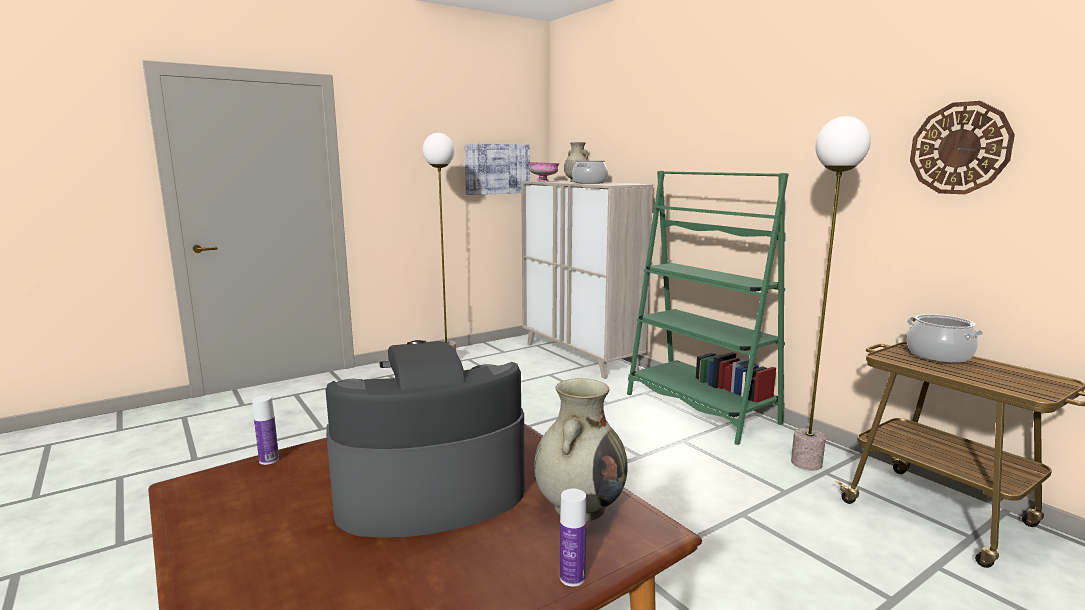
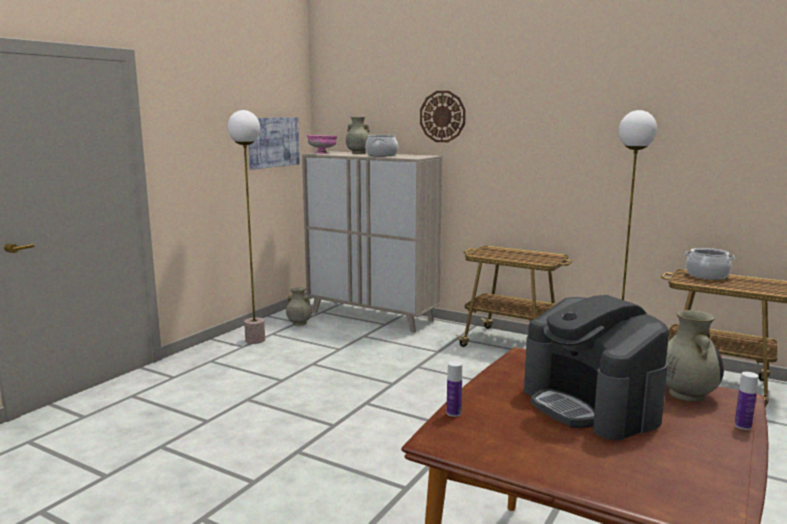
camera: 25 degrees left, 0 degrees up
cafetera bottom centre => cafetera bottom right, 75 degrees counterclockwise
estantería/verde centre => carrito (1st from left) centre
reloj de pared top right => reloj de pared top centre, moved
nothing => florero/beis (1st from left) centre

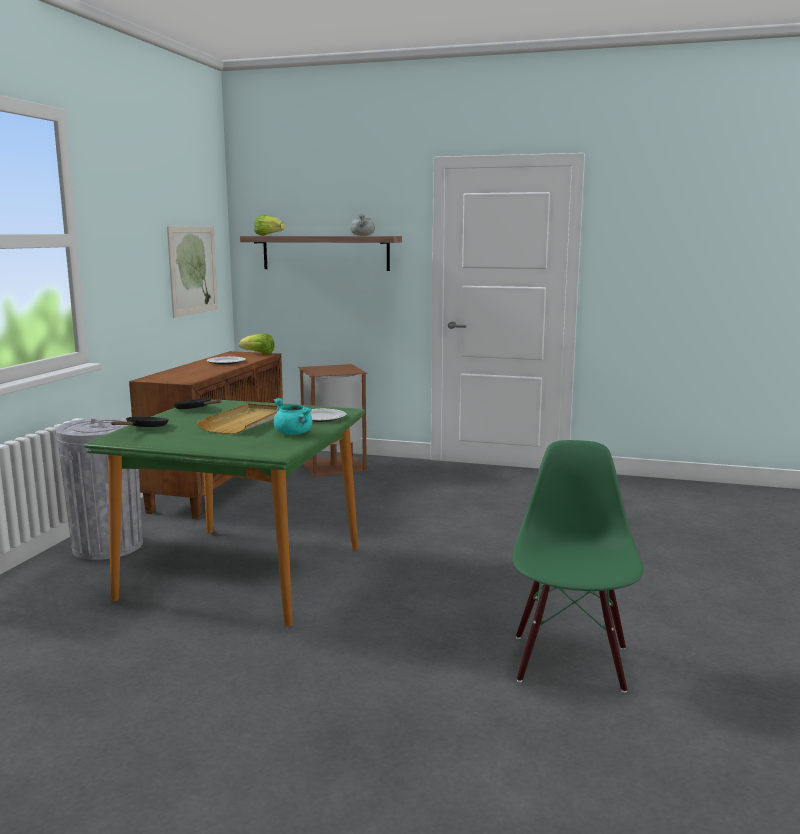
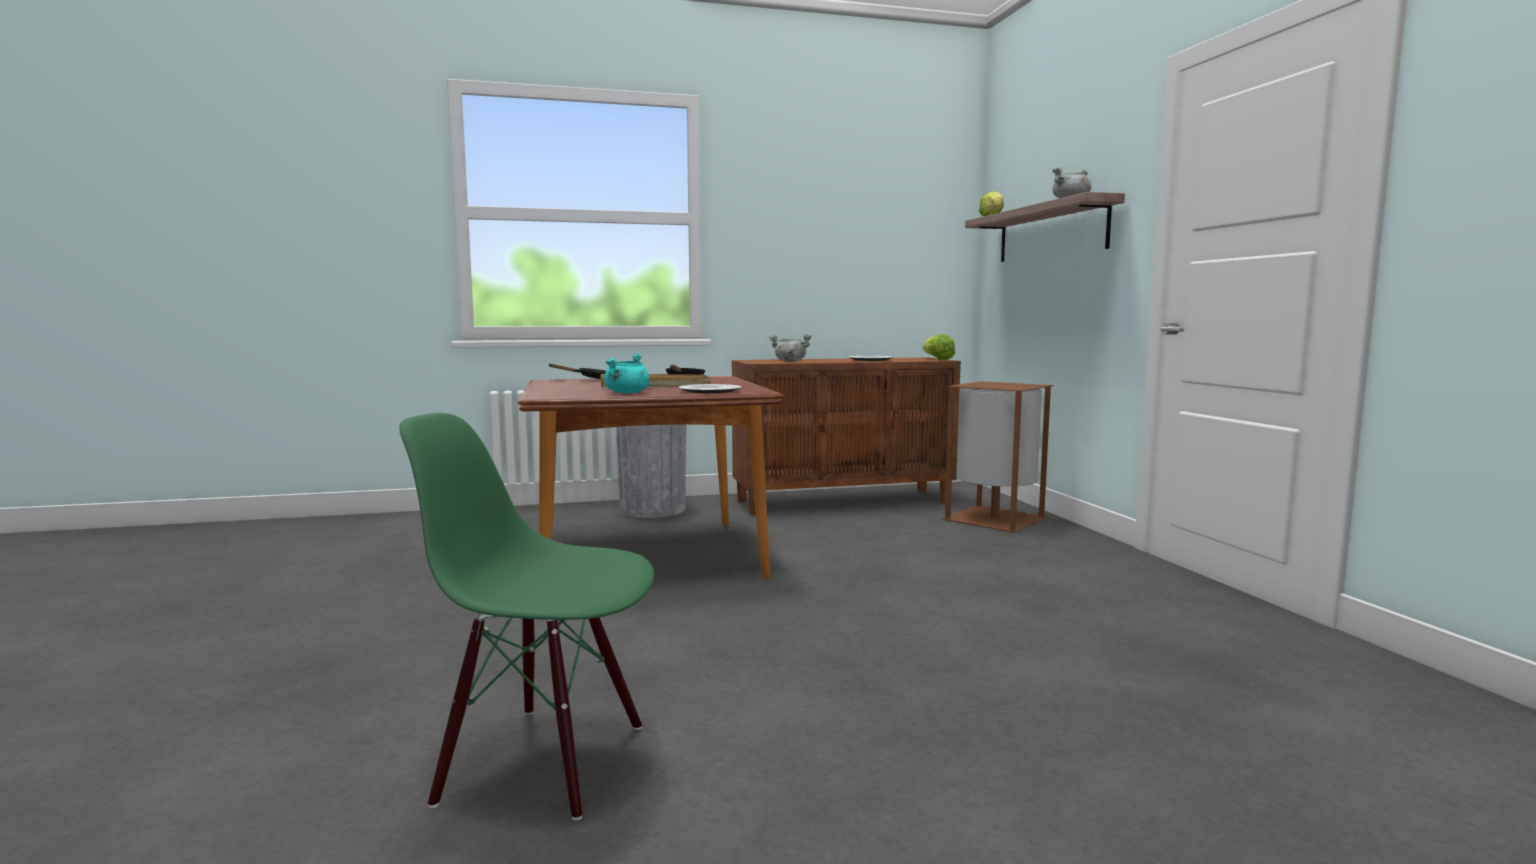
camera: 60 degrees right, 5 degrees down
mesa de comedor/verde middle left => mesa de comedor/marrón centre
cuadro top left => nothing
silla/verde bottom right => silla/verde bottom centre, 150 degrees counterclockwise
nothing => olla/gris (1st from left) centre

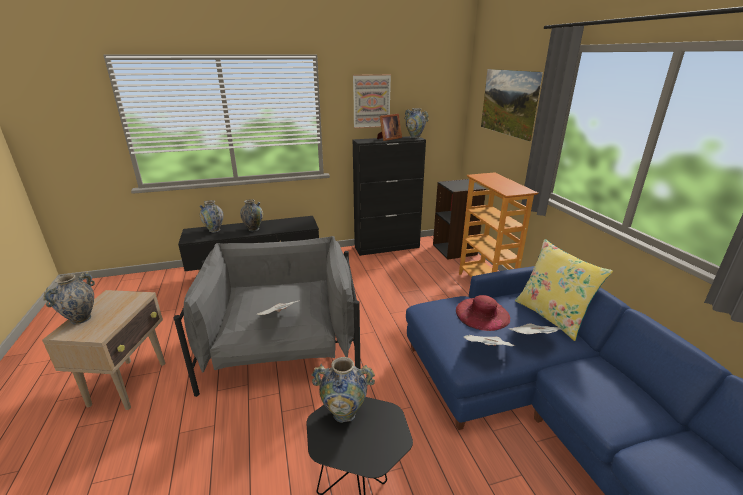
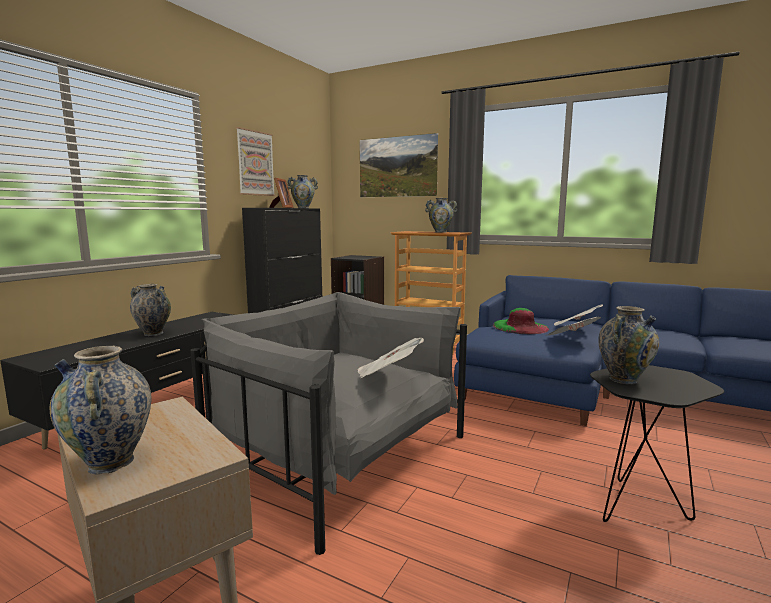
camera: 45 degrees left, 15 degrees down
florero (2nd from left in the first image) middle left => florero (4th from left) centre, moved
sombrero/rojo centre => sombrero/verde middle right
cojín/amarillo middle right => nothing

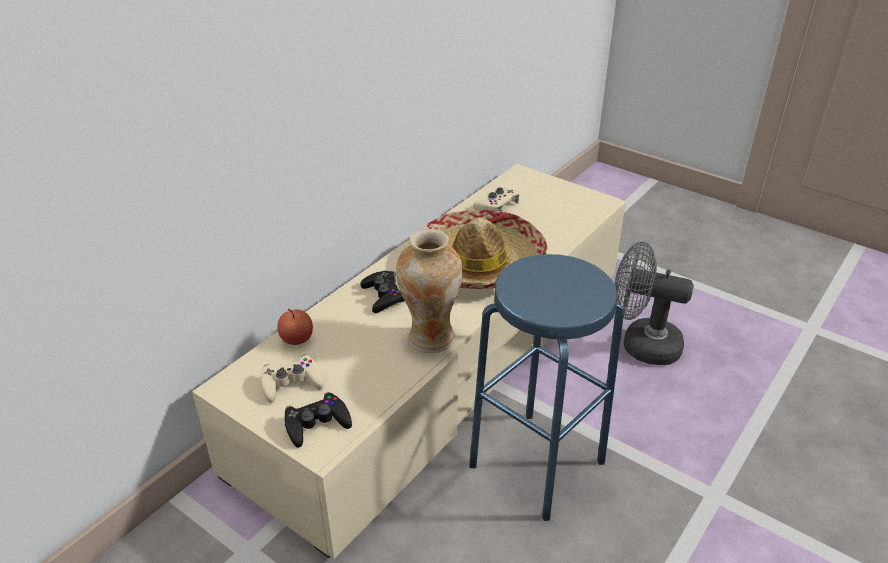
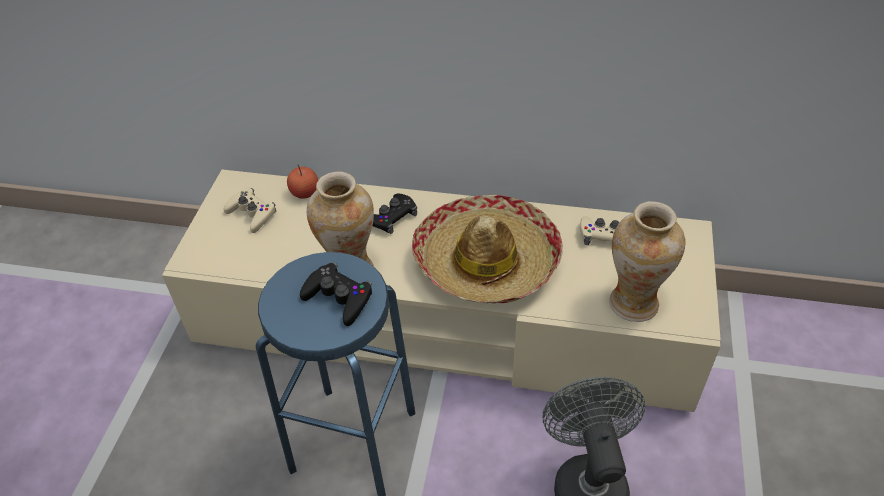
camera: 65 degrees right, 10 degrees up
mando de consola/negro (1st from left) bottom centre => mando de consola/negro (1st from left) centre, moved
nothing => florero (2nd from left) middle right

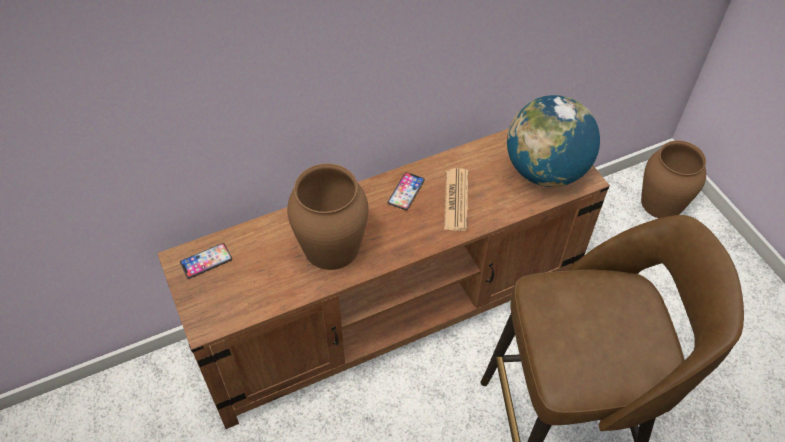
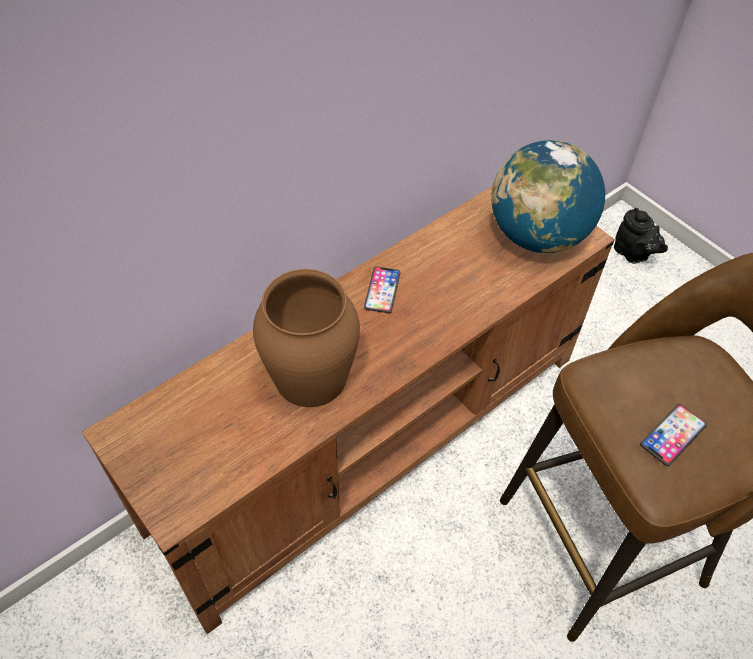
camera: 15 degrees left, 0 degrees up
móvil (1st from left in the first image) middle left => móvil (2nd from left) middle right, moved
periódico centre => nothing
florero/marrón (2nd from left) middle right => tetera/negro middle right

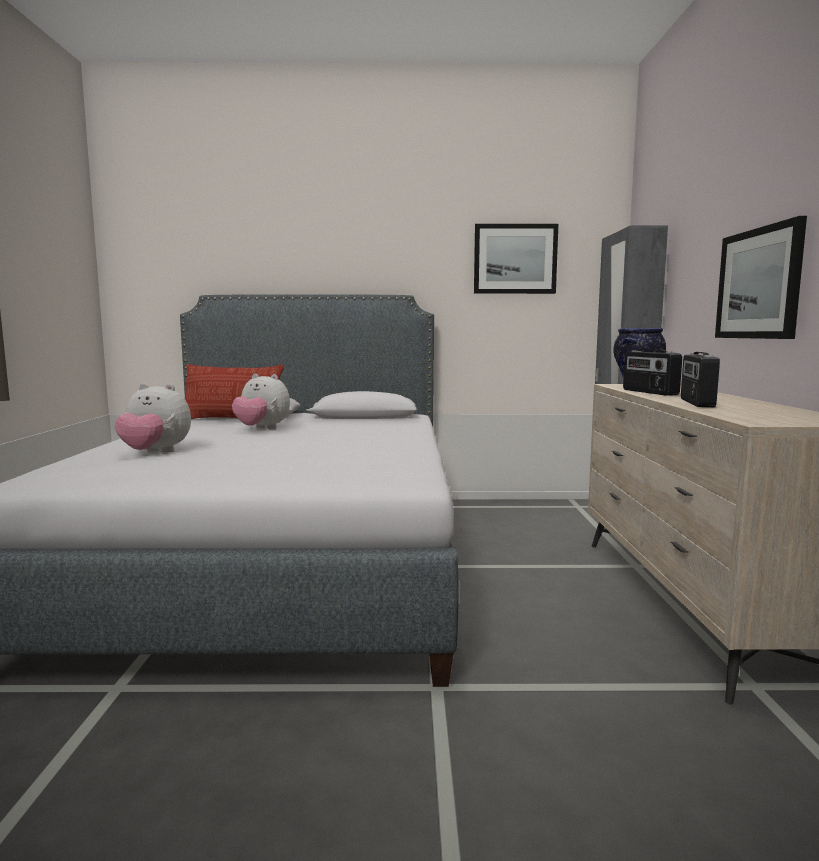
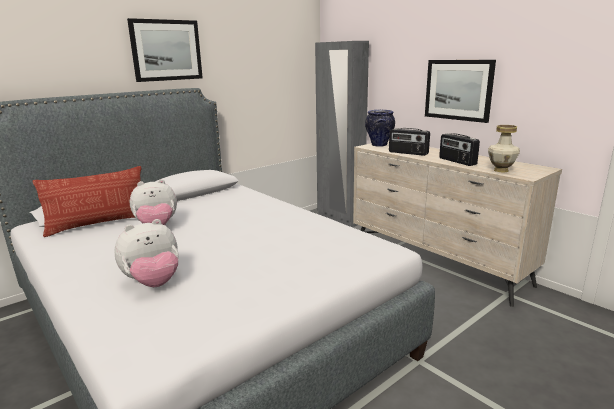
camera: 40 degrees left, 10 degrees up
cuadro (1st from left) top centre => cuadro (1st from left) top left, moved
nothing => florero (2nd from left) middle right

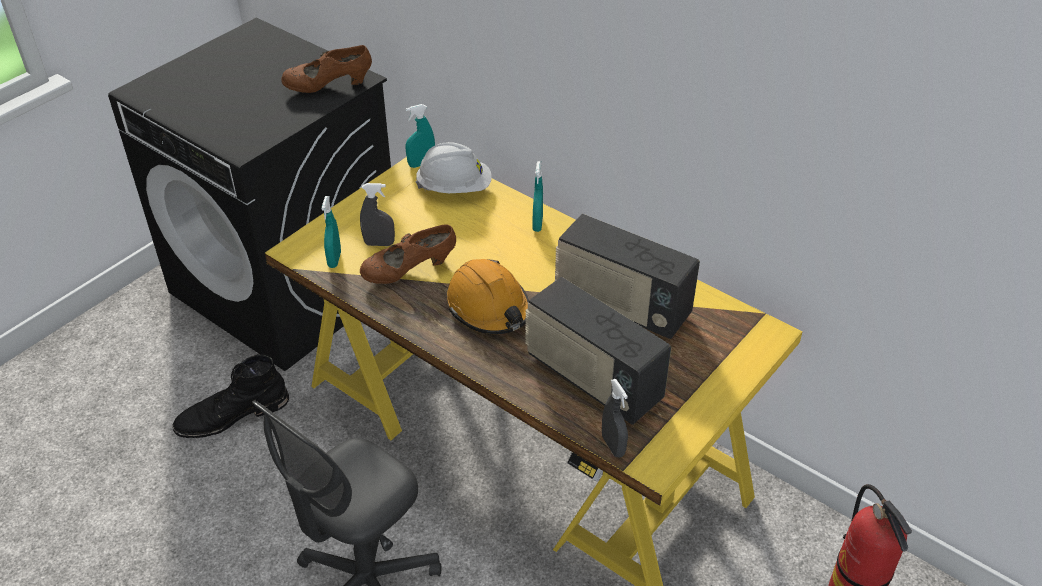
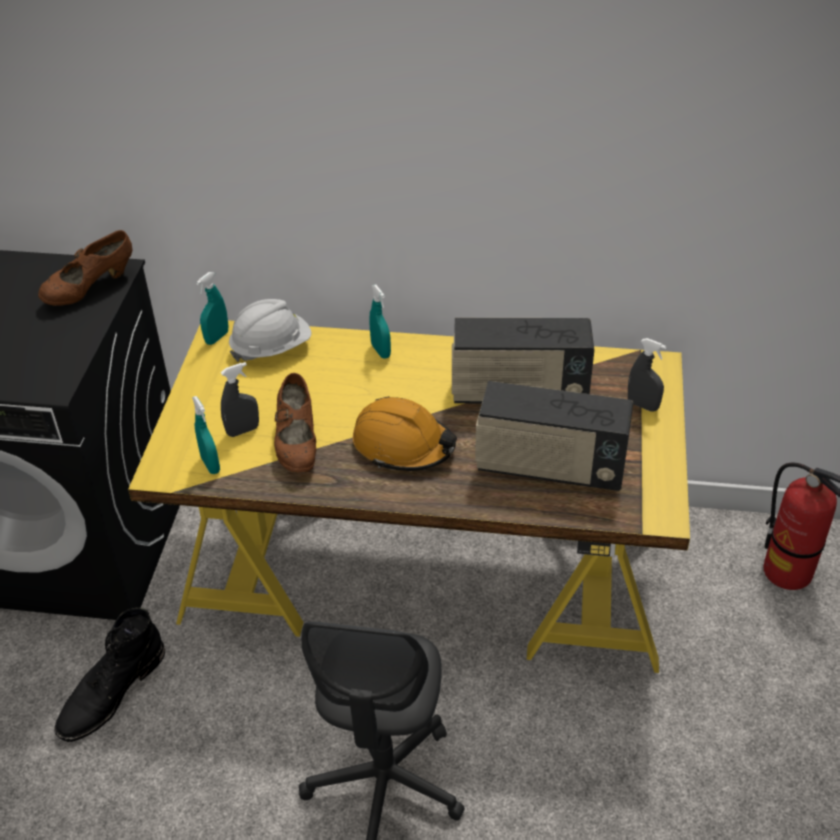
camera: 30 degrees left, 0 degrees up
zapato/marrón (2nd from left) centre, 45 degrees counterclockwise
pulverizador/gris (2nd from left) bottom centre => pulverizador/gris (2nd from left) middle right, moved

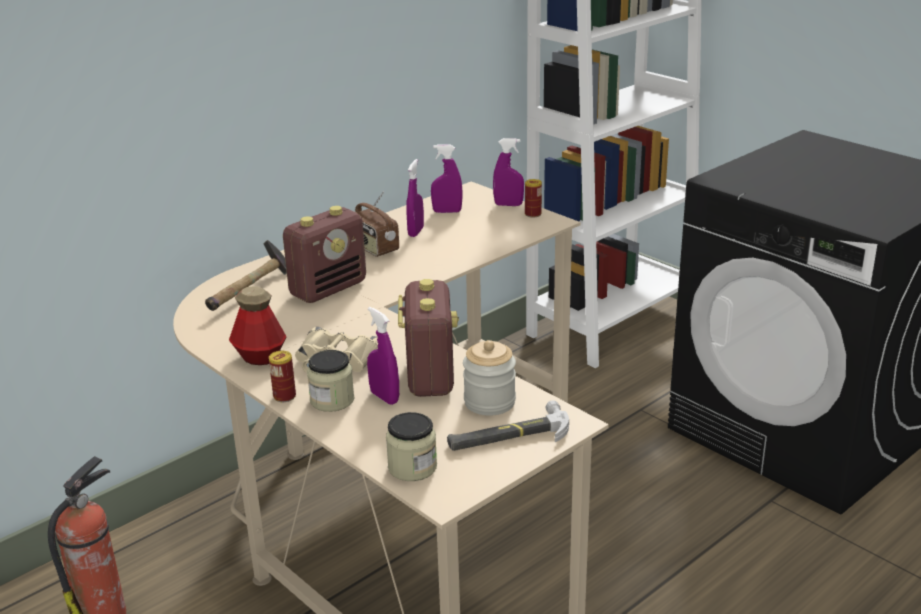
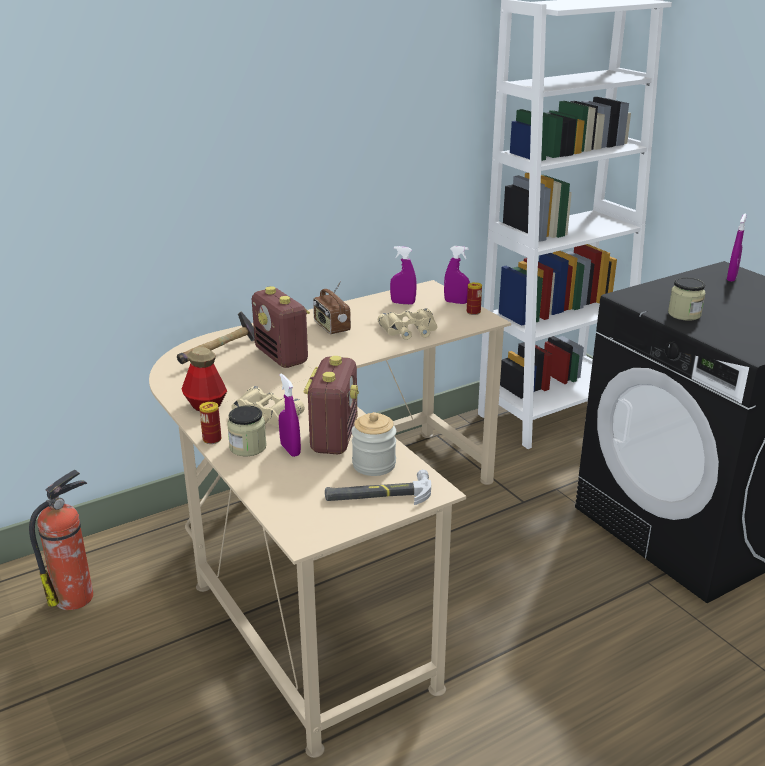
camera: 10 degrees right, 0 degrees up
radio (1st from left) centre, 90 degrees clockwise
tarro (2nd from left in the first image) bottom centre => tarro (3rd from left) middle right, moved
pulverizador/morado (2nd from left in the first image) top centre => pulverizador/morado (4th from left) top right, moved
nothing => prismáticos/beis (2nd from left) centre

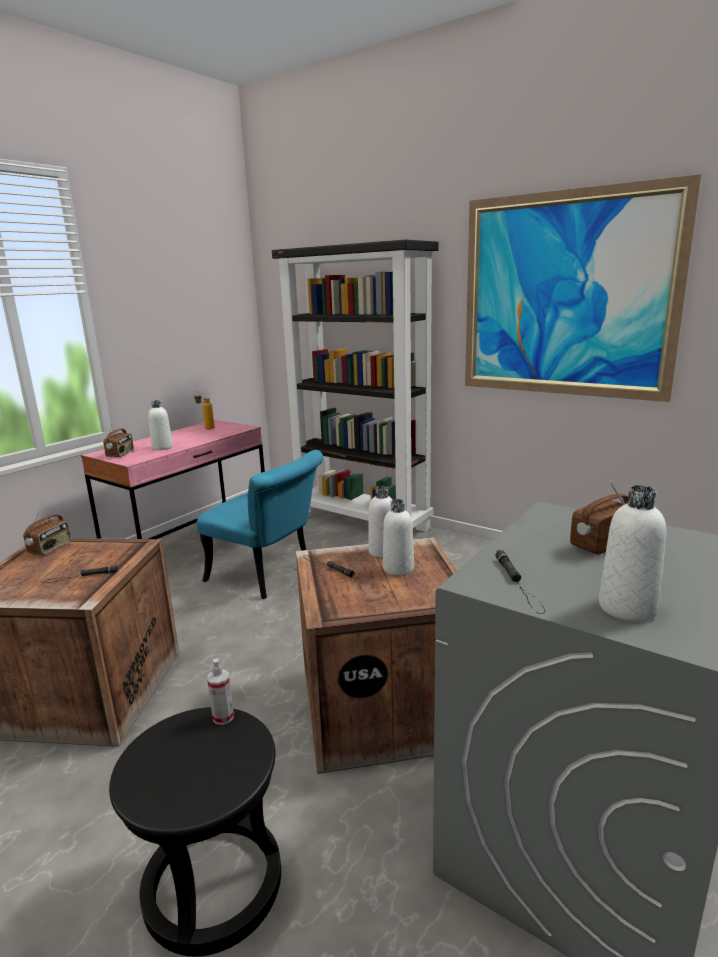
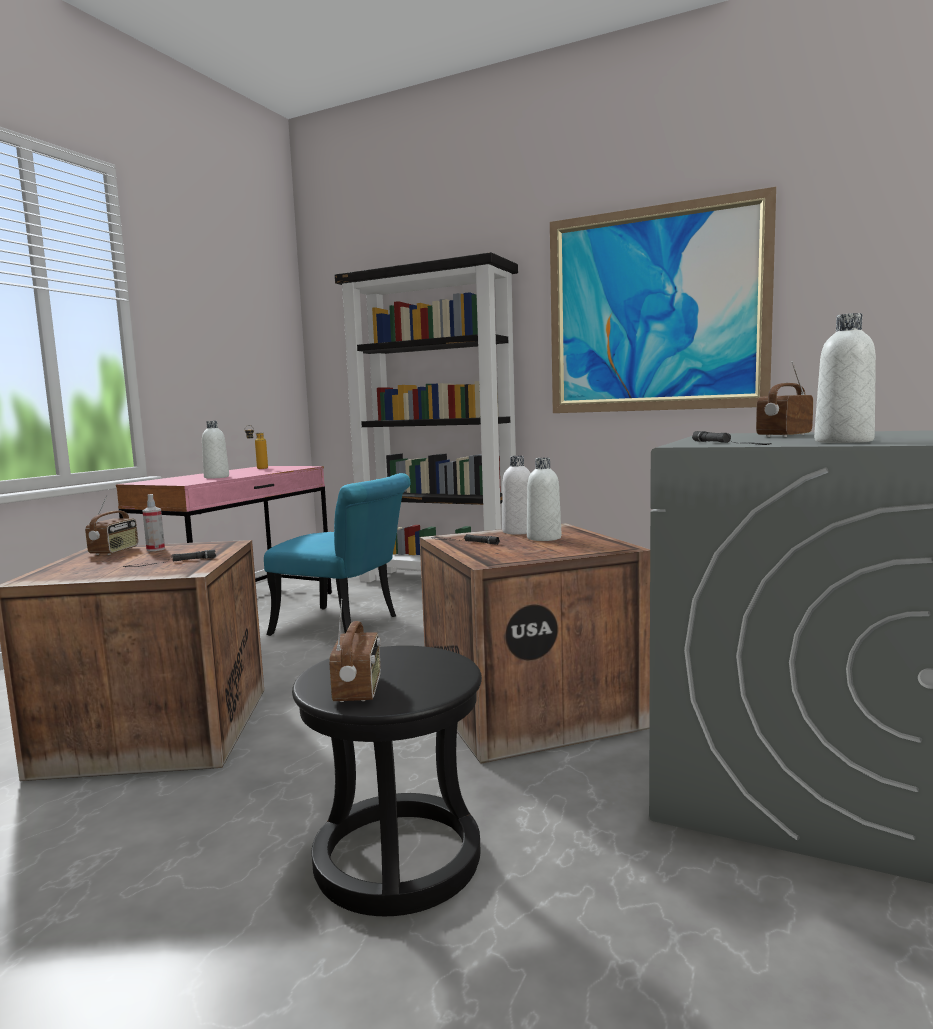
camera: 10 degrees left, 10 degrees down
radio (2nd from left) middle left => radio (2nd from left) centre, moved
pulverizador bottom left => pulverizador middle left, moved

